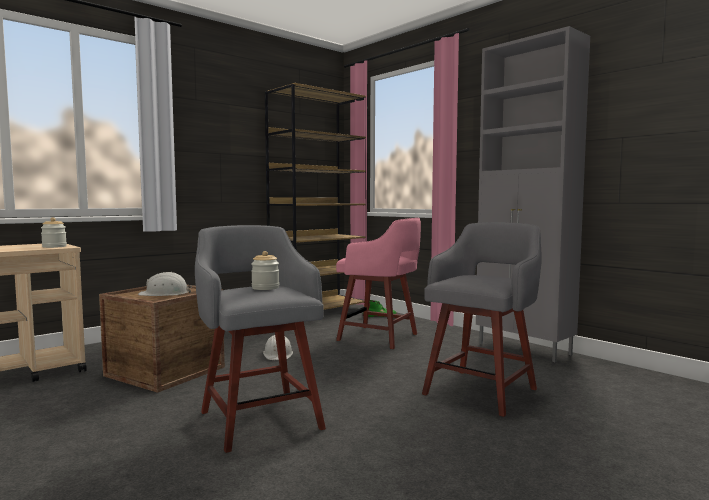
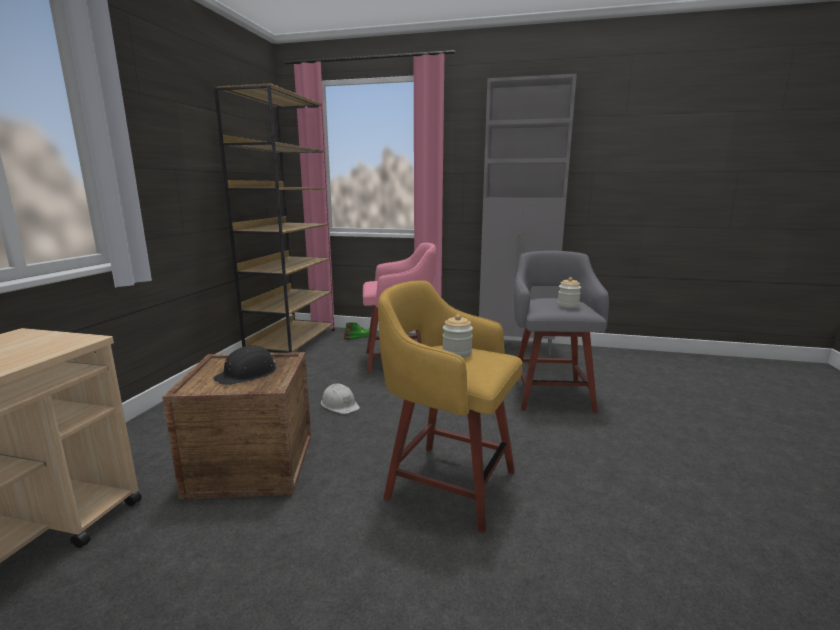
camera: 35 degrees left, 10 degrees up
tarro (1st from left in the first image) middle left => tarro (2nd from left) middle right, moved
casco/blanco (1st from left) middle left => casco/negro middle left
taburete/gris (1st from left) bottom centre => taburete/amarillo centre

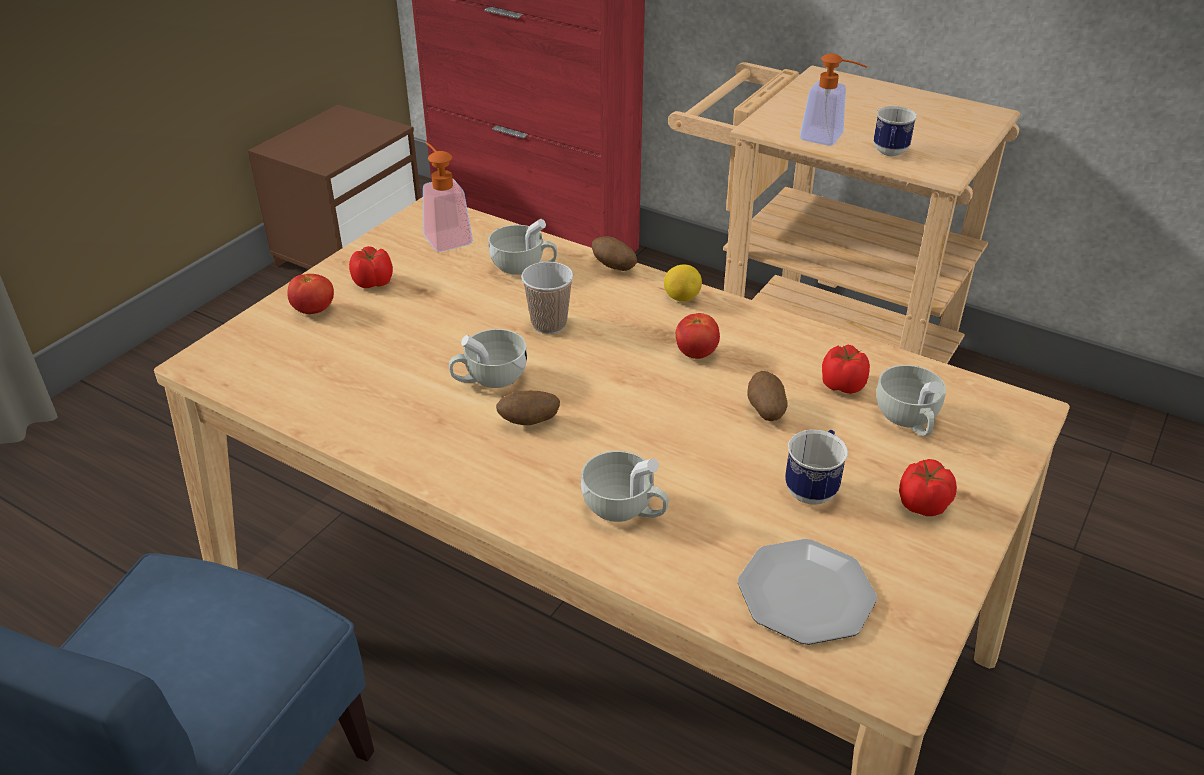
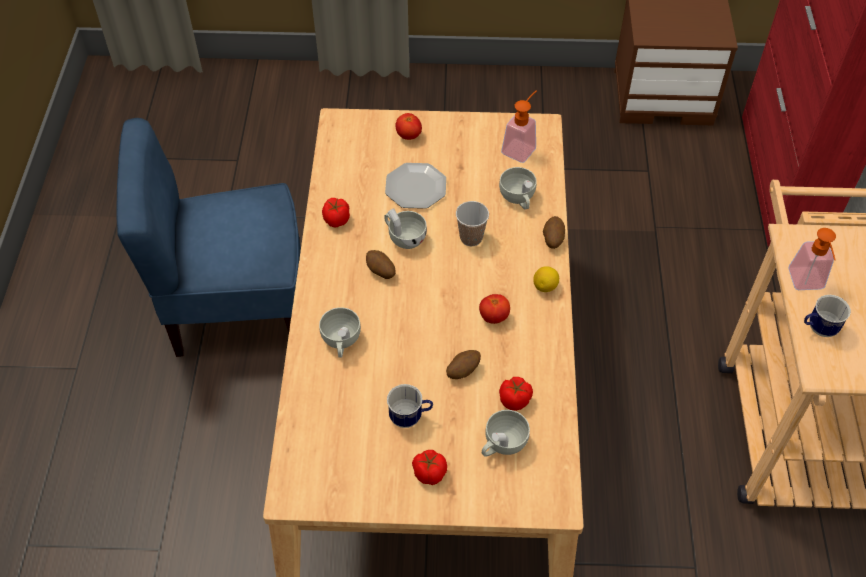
camera: 60 degrees right, 15 degrees up
tomate (2nd from left in the first image) middle left => tomate (1st from left) centre, moved
plato bottom right => plato top centre, moved

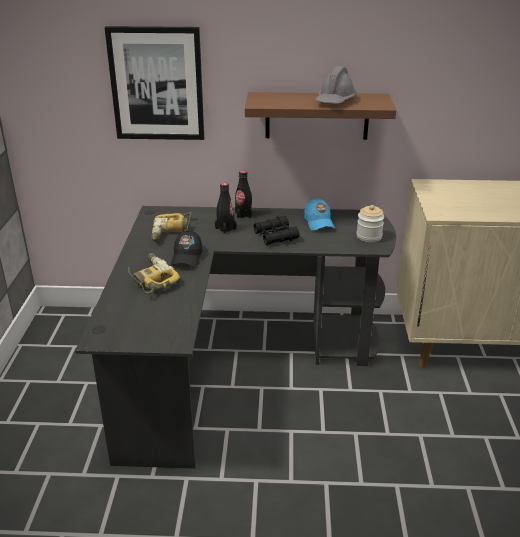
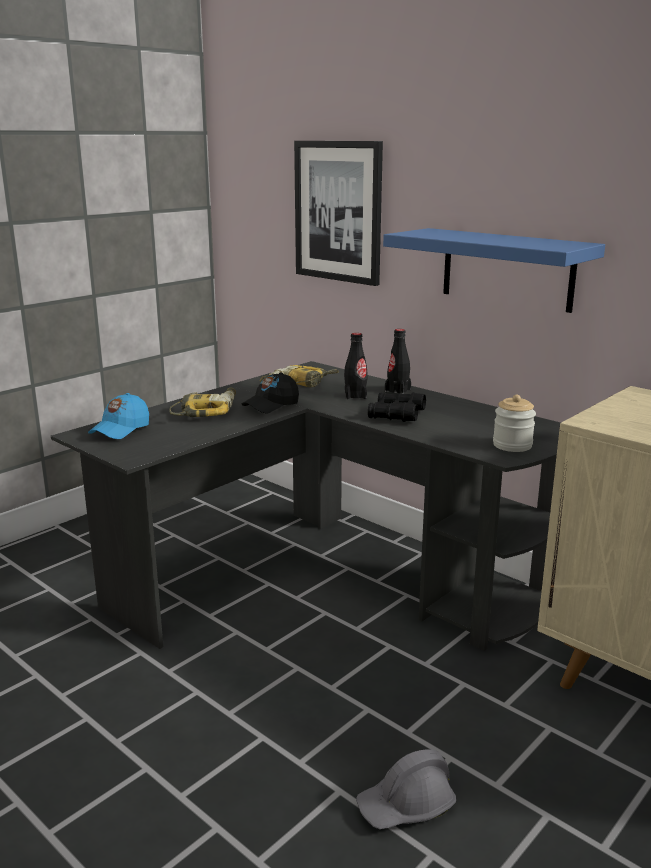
camera: 40 degrees right, 10 degrees down
estante/marrón top centre => estante/azul top right
gorra/azul centre => gorra/azul middle left, moved
casco/gris top centre => casco/gris bottom centre, moved

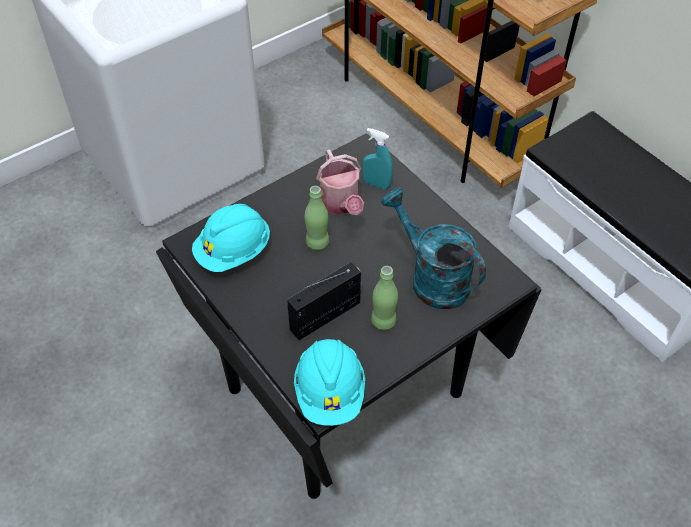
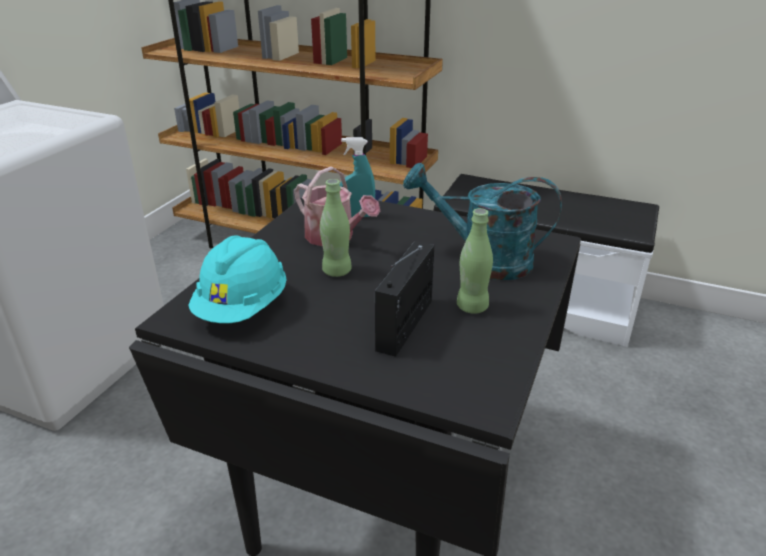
camera: 30 degrees left, 20 degrees down
casco/turquesa (2nd from left) bottom centre => nothing

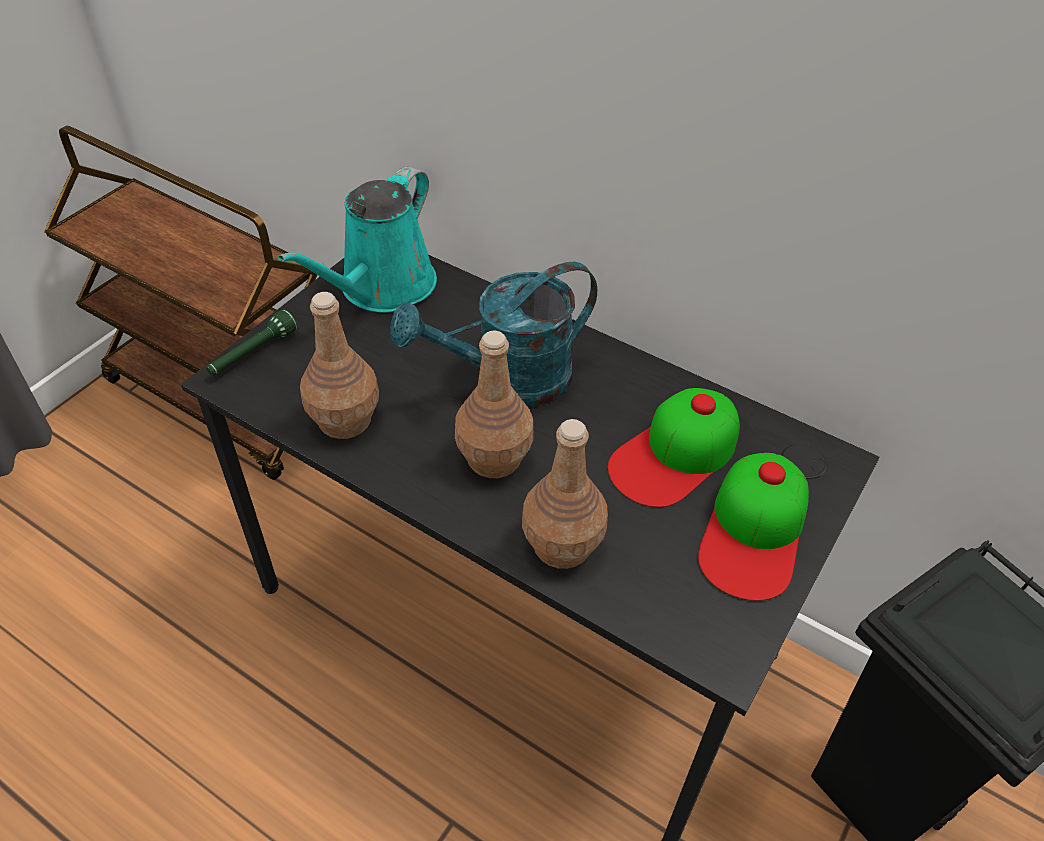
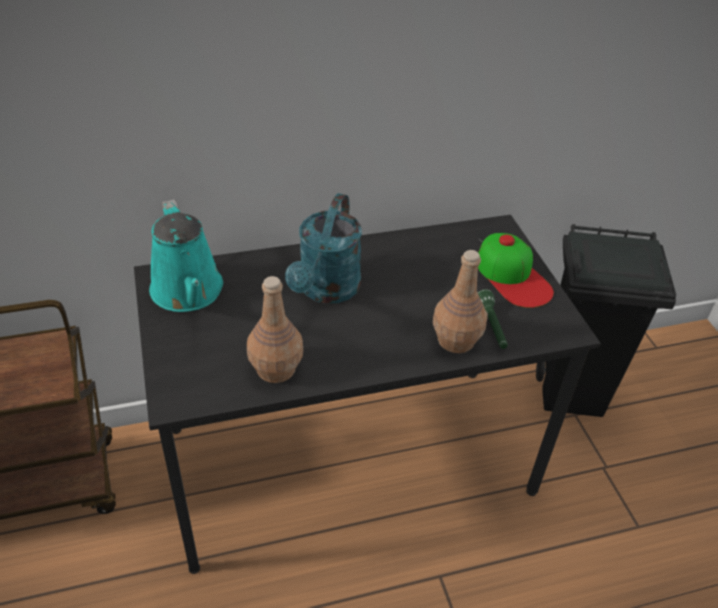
camera: 50 degrees left, 5 degrees down
linterna/verde middle left => linterna/verde middle right, moved
botella/marrón (2nd from left) centre => nothing
gorra (1st from left) centre => nothing

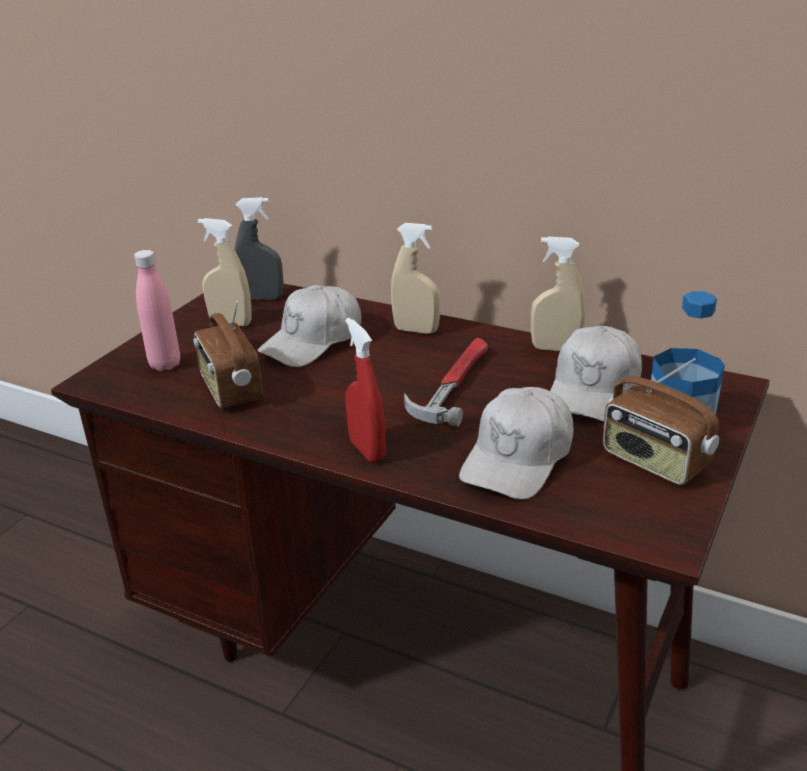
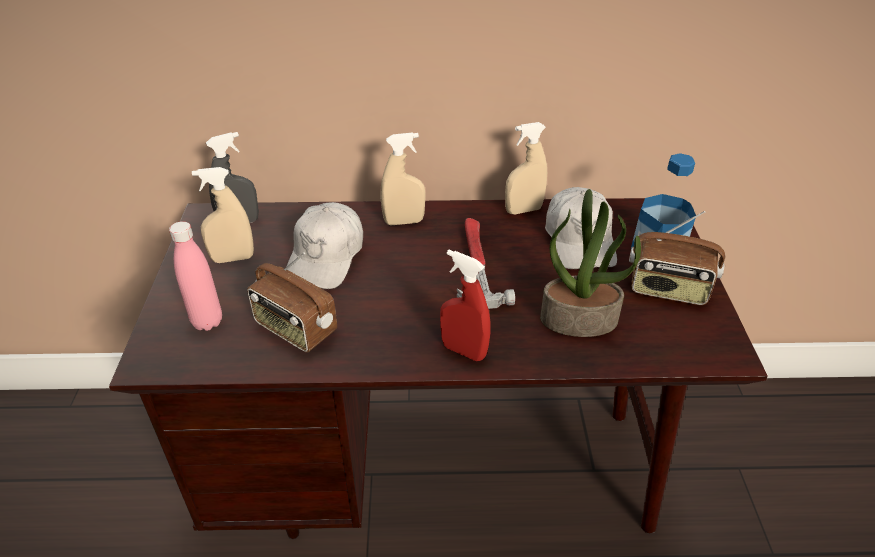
camera: 30 degrees left, 10 degrees up
gorra/blanco (2nd from left) centre => planta en maceta middle right

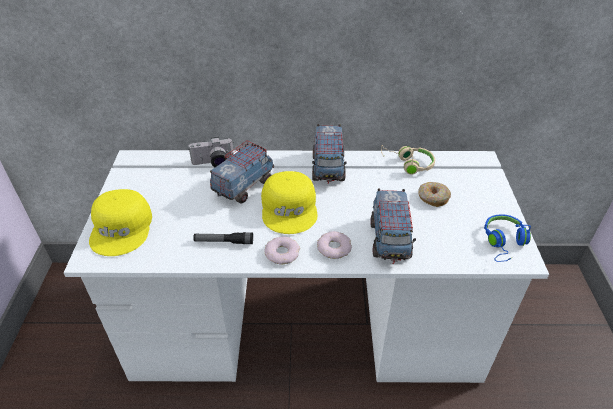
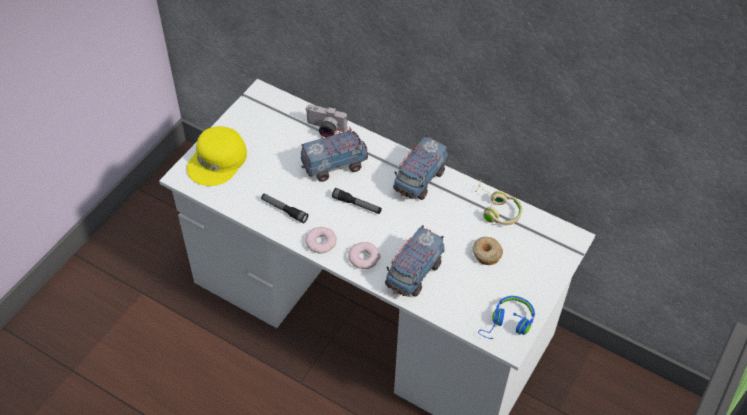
camera: 30 degrees right, 10 degrees up
gorra/amarillo (2nd from left) centre => linterna (2nd from left) centre

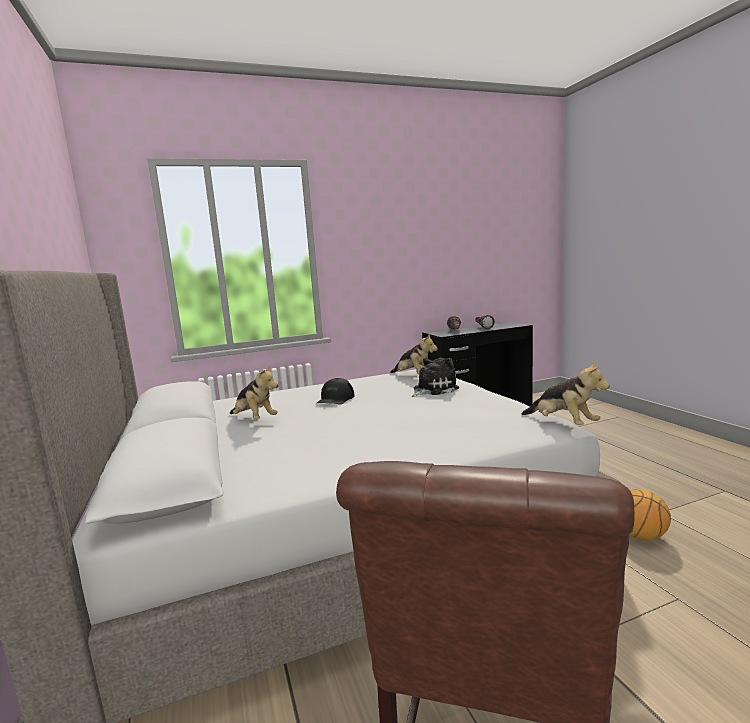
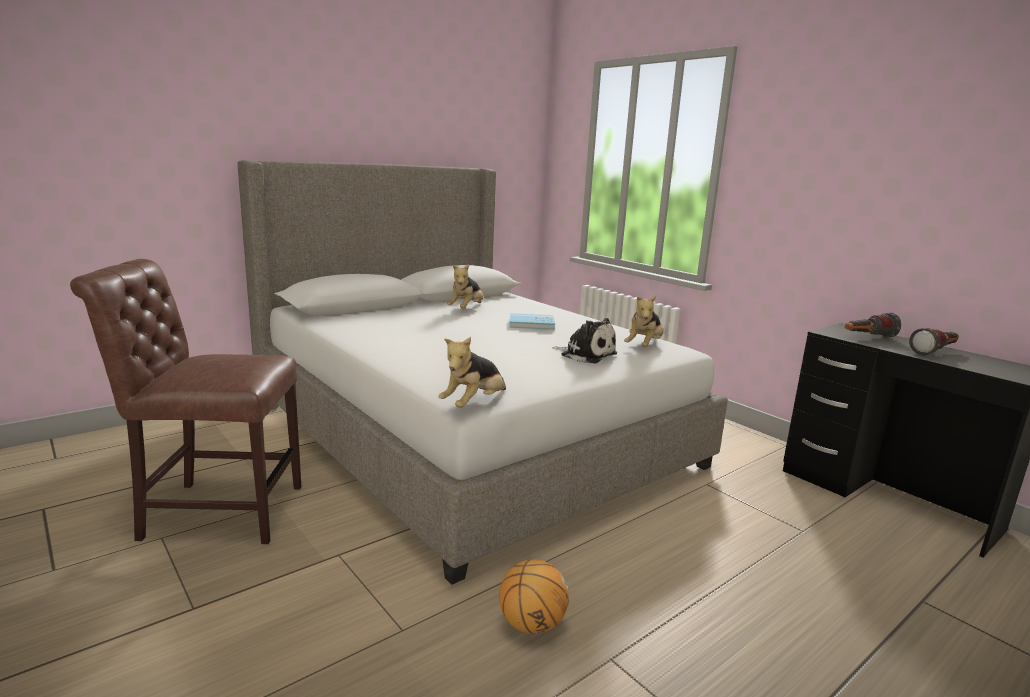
camera: 70 degrees right, 5 degrees up
gorra/negro centre => libro/azul centre

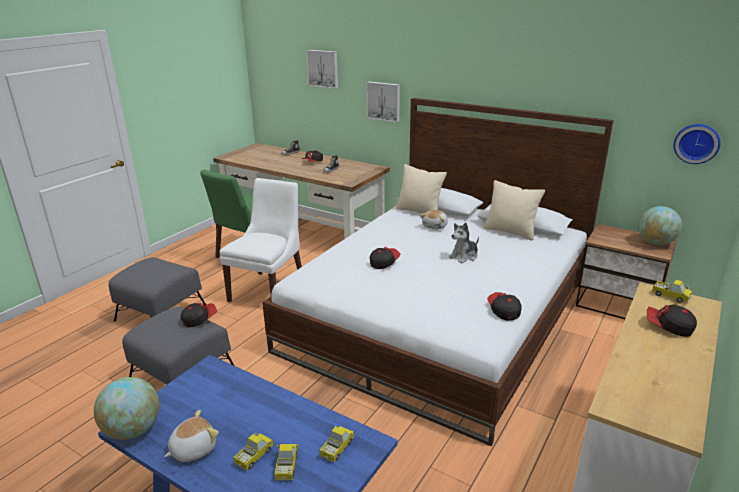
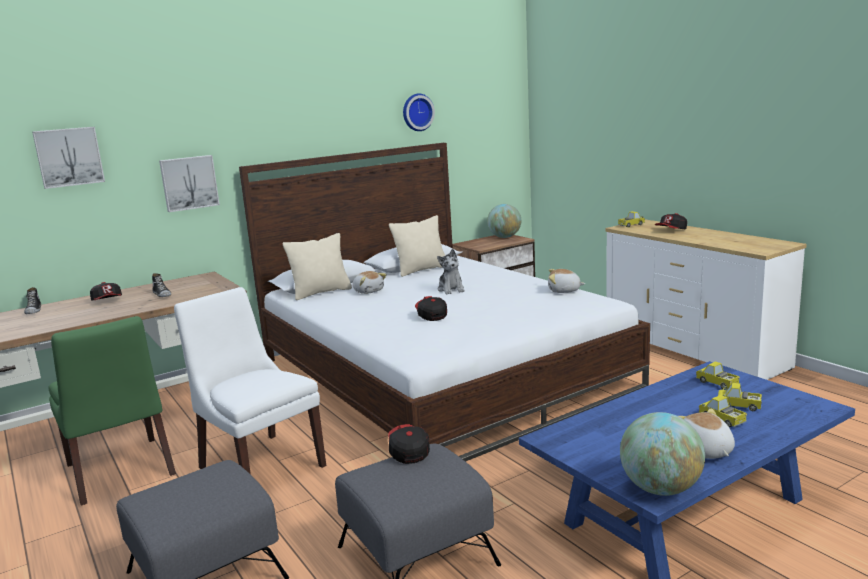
camera: 65 degrees left, 10 degrees down
gorra (4th from left) middle right => peluche (3rd from left) centre
reloj de pared top right => reloj de pared top centre, moved

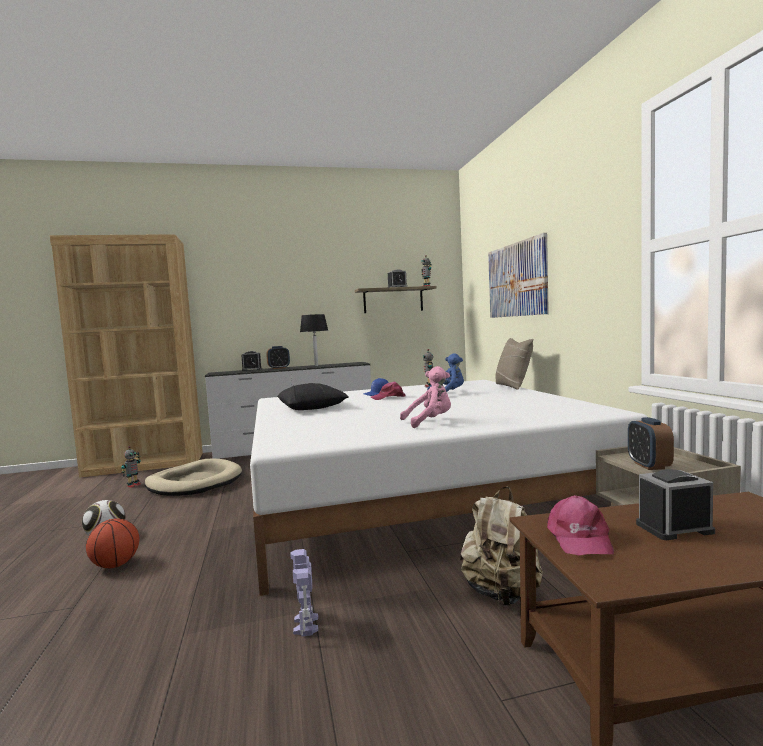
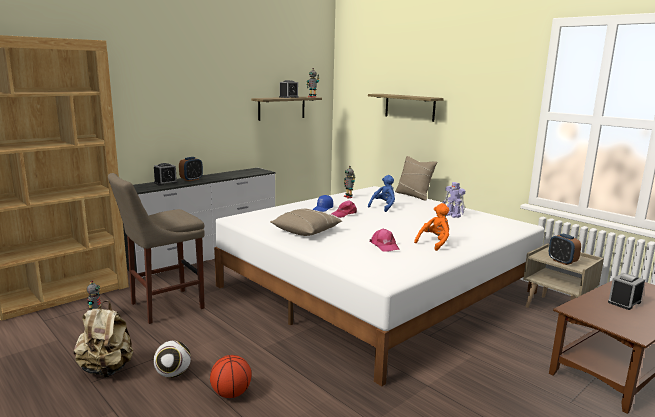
camera: 30 degrees left, 10 degrees up
cama para perro/beis middle left => taburete/beis middle left
cojín/negro centre => cojín/beis (1st from left) centre
robot de juguete (2nd from left in the first image) bottom centre => robot de juguete (4th from left) middle right, moved
lámpara de mesa/negro centre => nothing
peluche/rosa centre => peluche/naranja centre
mochila/beis bottom centre => mochila/beis bottom left, moved
cuadro middle right => estante (2nd from left) top centre
gorra/rosa (2nd from left) bottom right => gorra/rosa (2nd from left) centre, moved

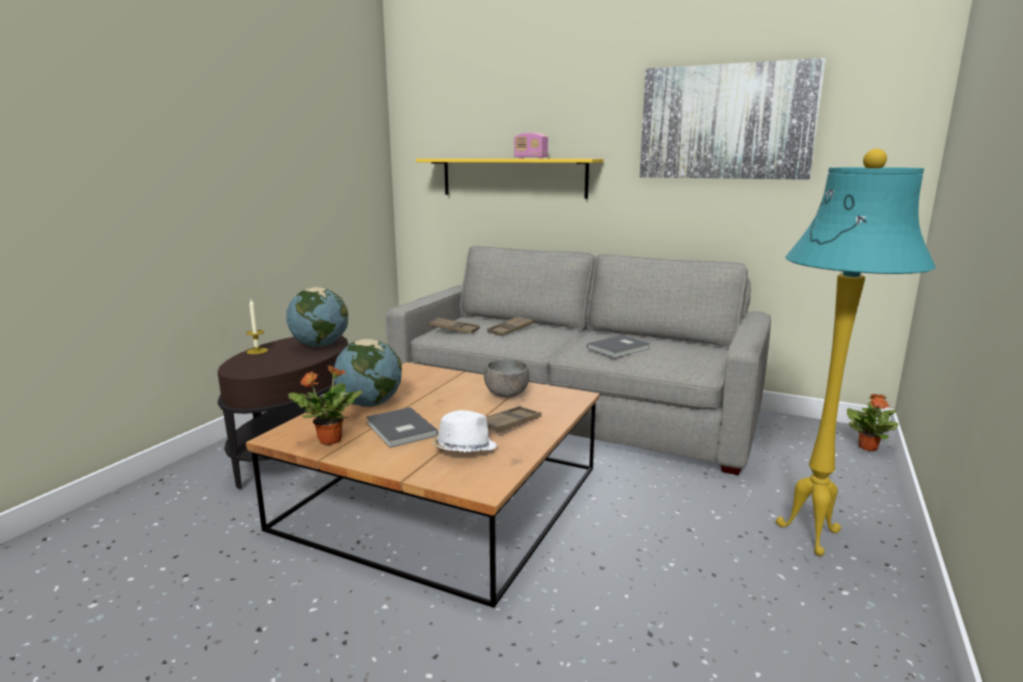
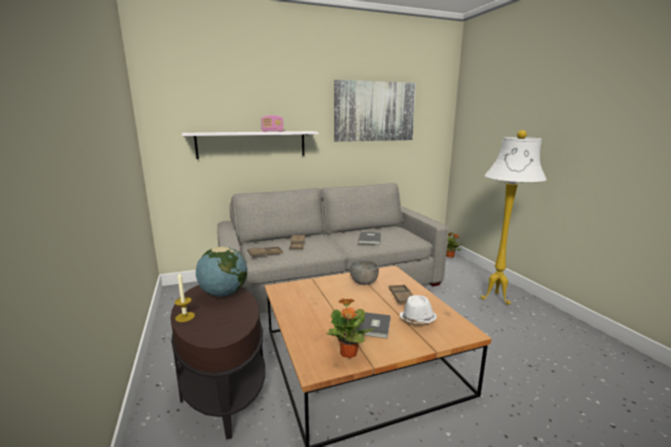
camera: 45 degrees left, 0 degrees up
globo terráqueo (2nd from left) centre => nothing
estante/amarillo top centre => estante/blanco top centre
lámpara de pie/turquesa middle right => lámpara de pie/blanco middle right

